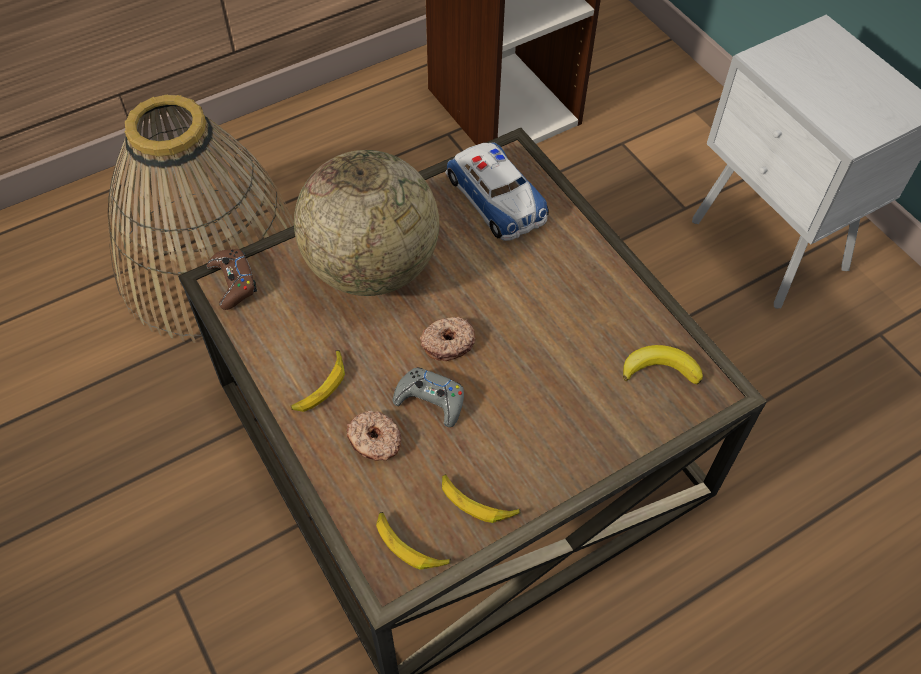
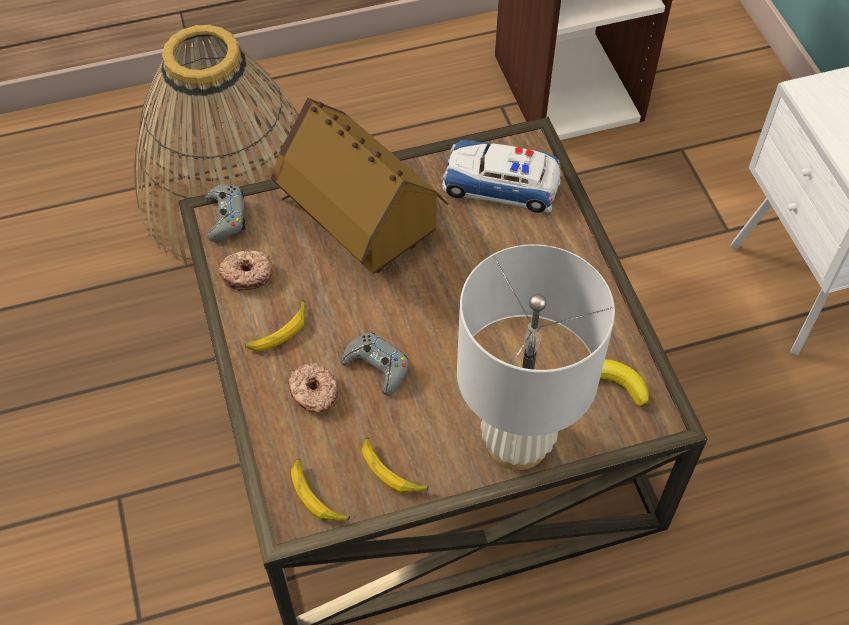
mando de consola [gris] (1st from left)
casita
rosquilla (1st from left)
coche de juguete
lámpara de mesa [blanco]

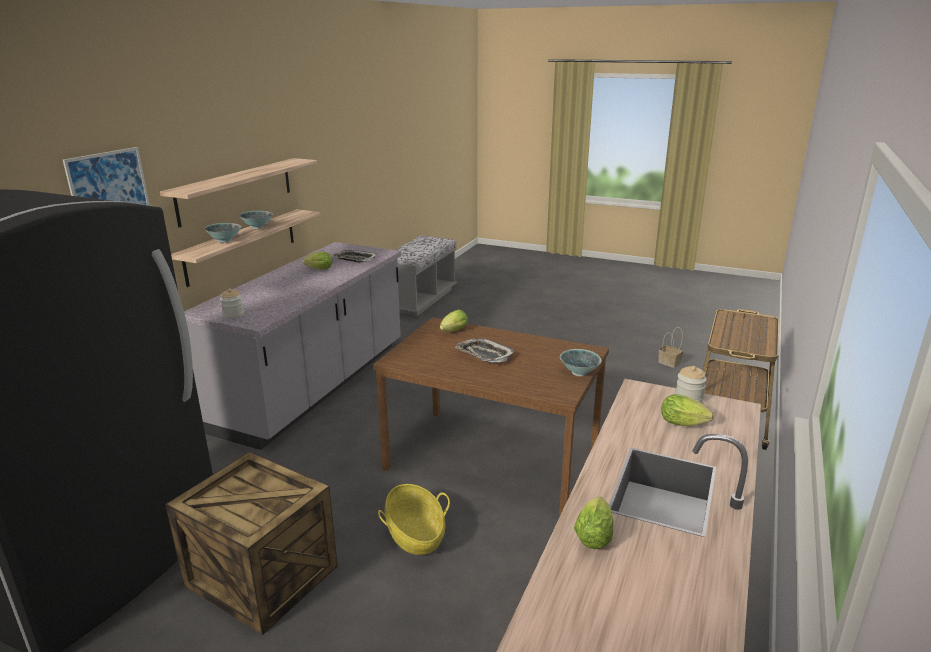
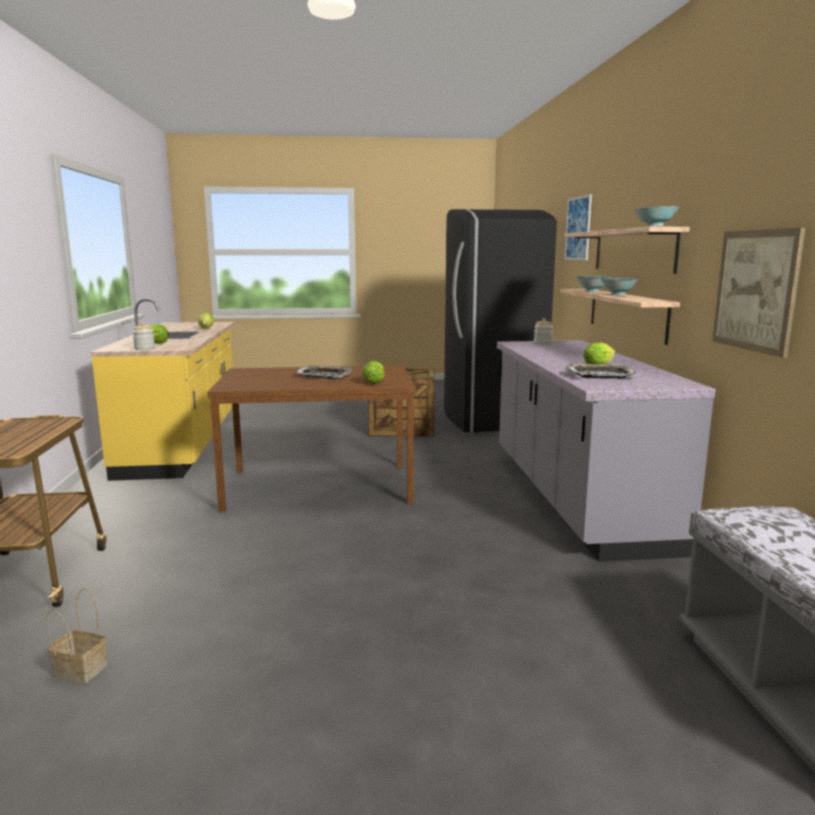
cesta (1st from left in the first image)
cuenco (3rd from left)
cuadro (2nd from left)

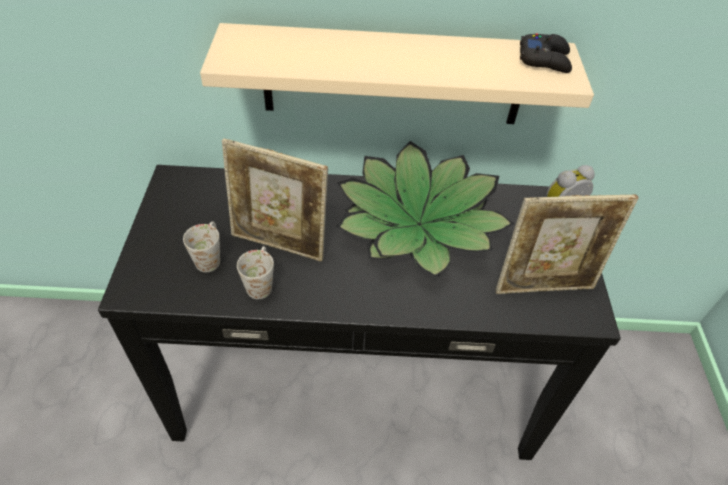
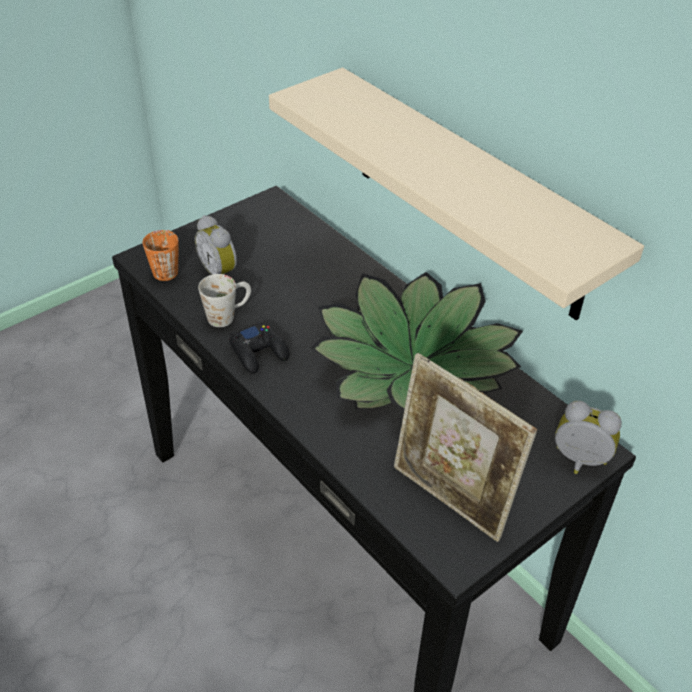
despertador (1st from left)
portarretratos (1st from left in the first image)
mando de consola [negro]
taza grande [naranja]

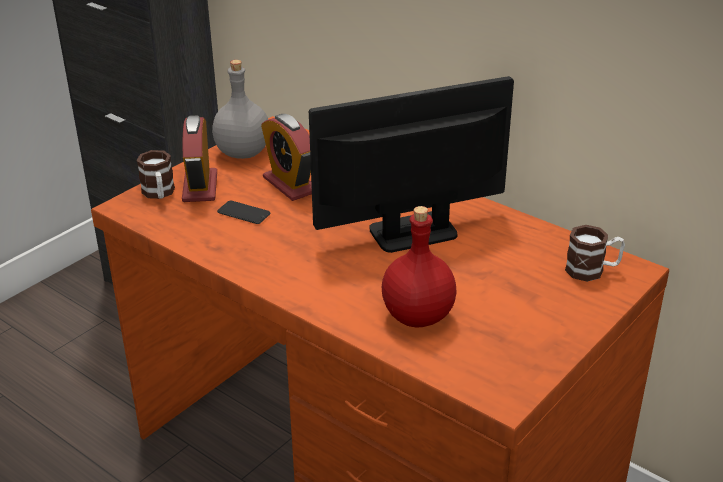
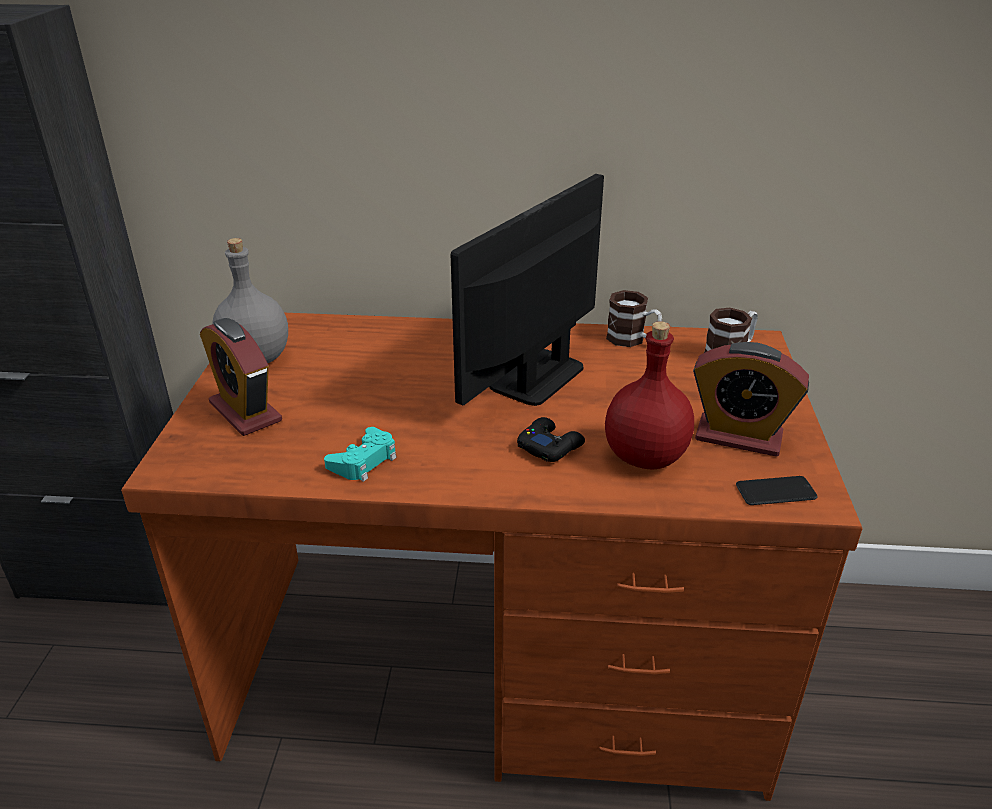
taza grande (1st from left)
móvil
despertador (2nd from left)
mando de consola [turquesa]
mando de consola [negro]

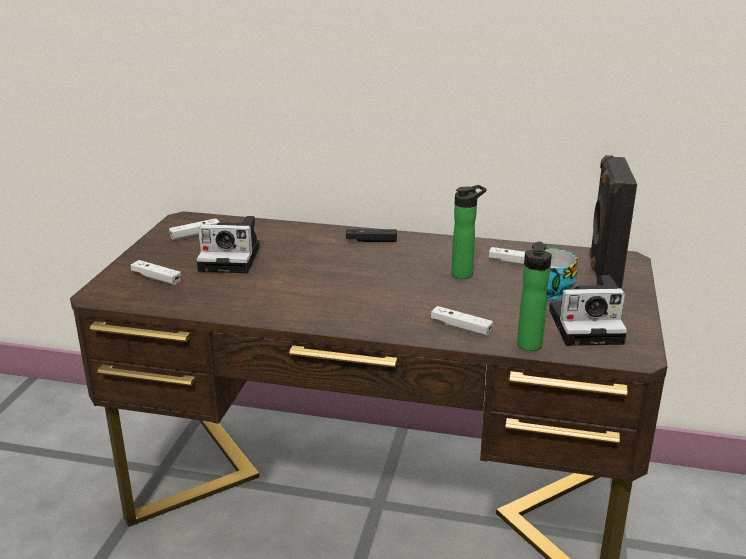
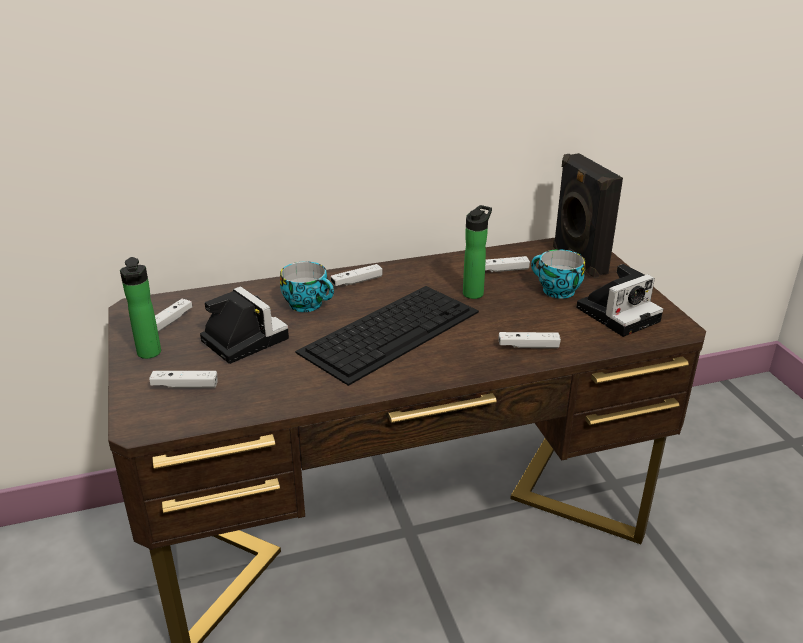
cámara (1st from left)
mando de consola [blanco] (3rd from left)
botella (1st from left)
taza (1st from left)
teclado

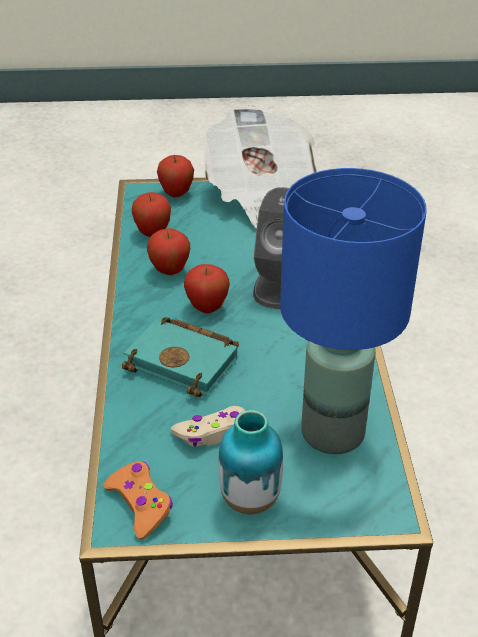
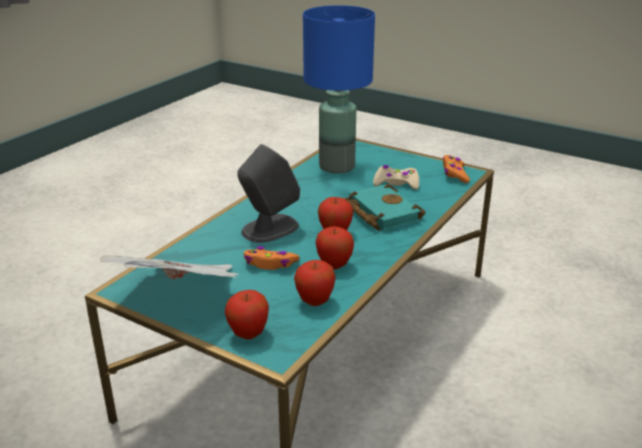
florero
mando de consola [naranja] (1st from left)

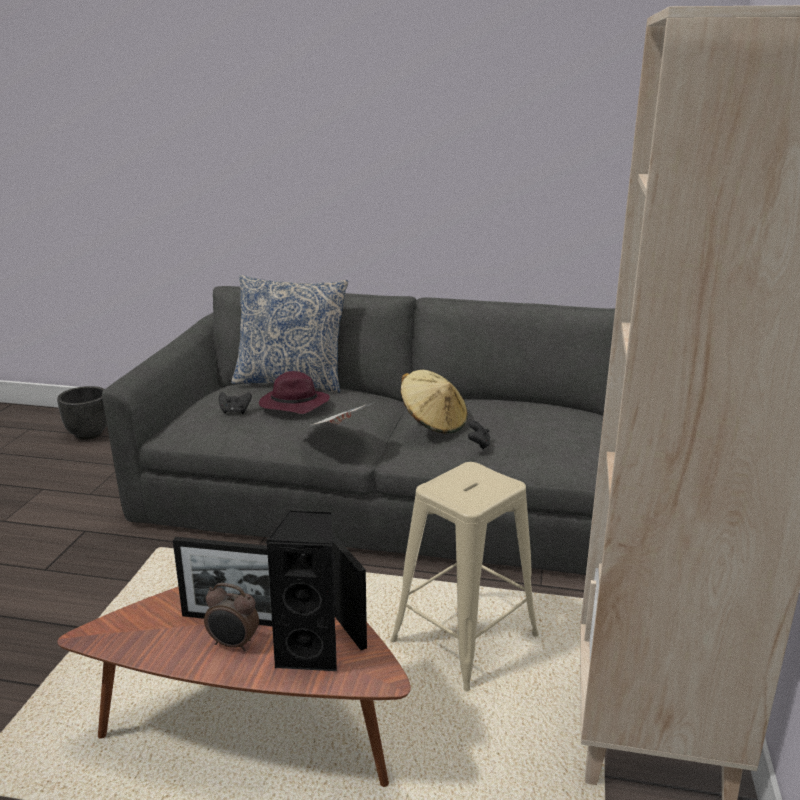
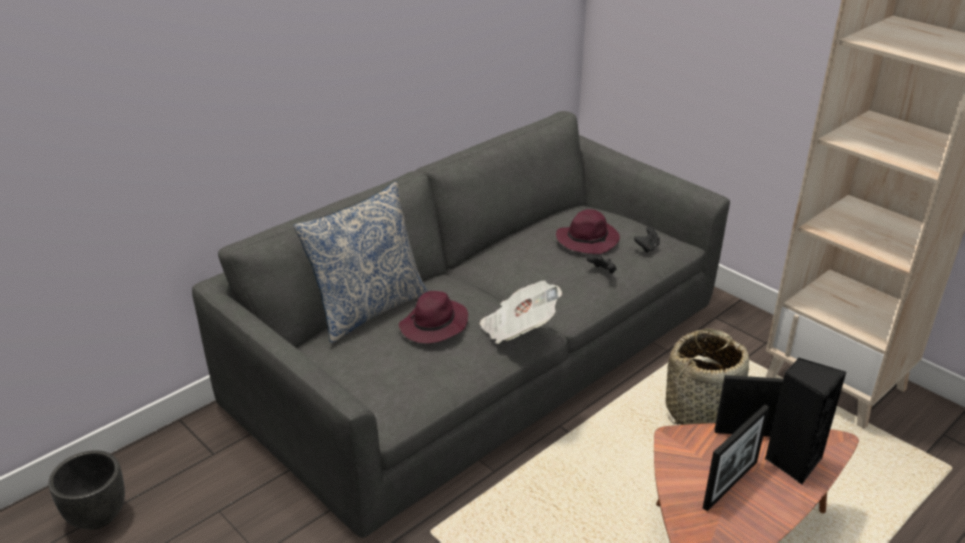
despertador
mando de consola [negro] (2nd from left)
cesta
sombrero [beis]
sombrero [morado] (2nd from left)

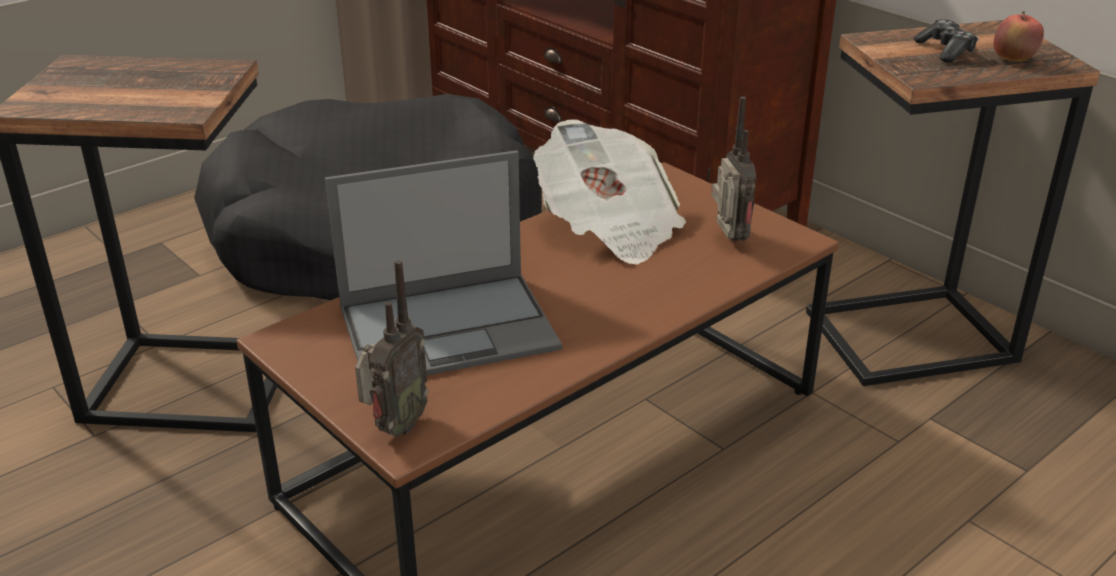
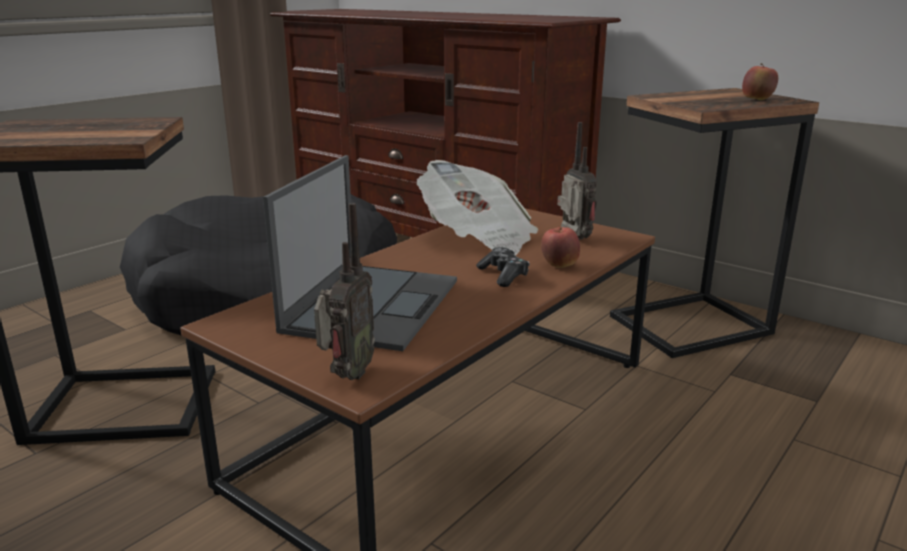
portátil
mando de consola
manzana (1st from left)

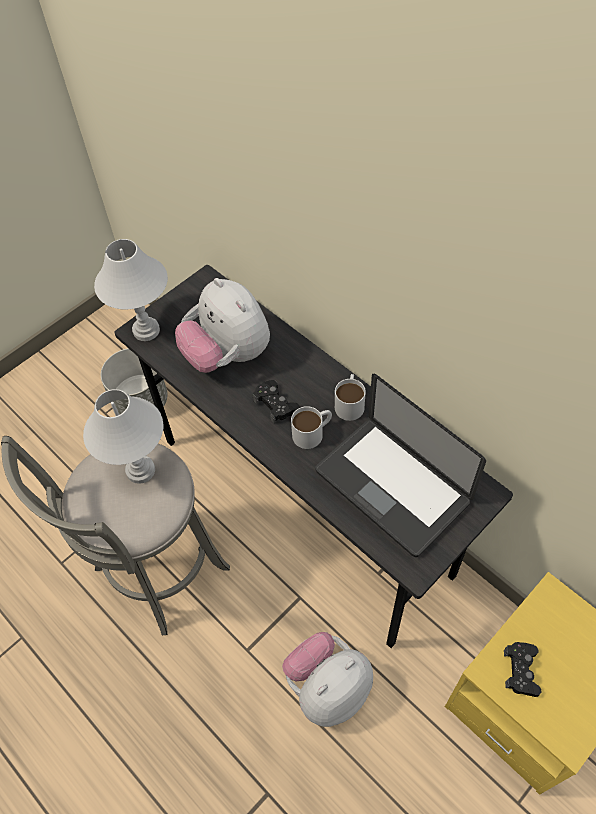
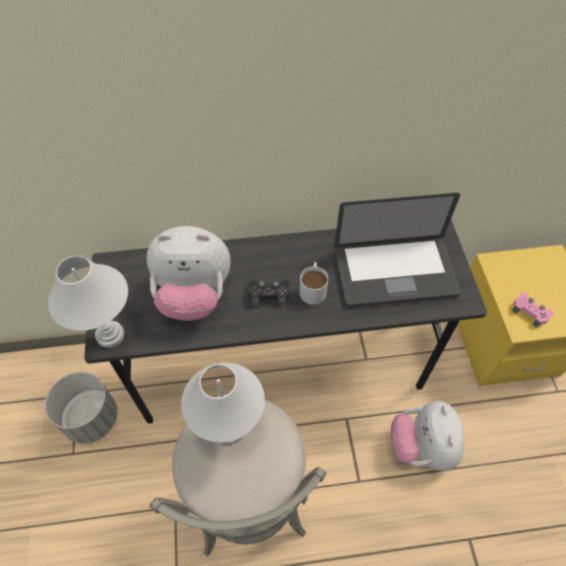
taza grande [blanco] (2nd from left in the first image)
mando de consola [rosa]

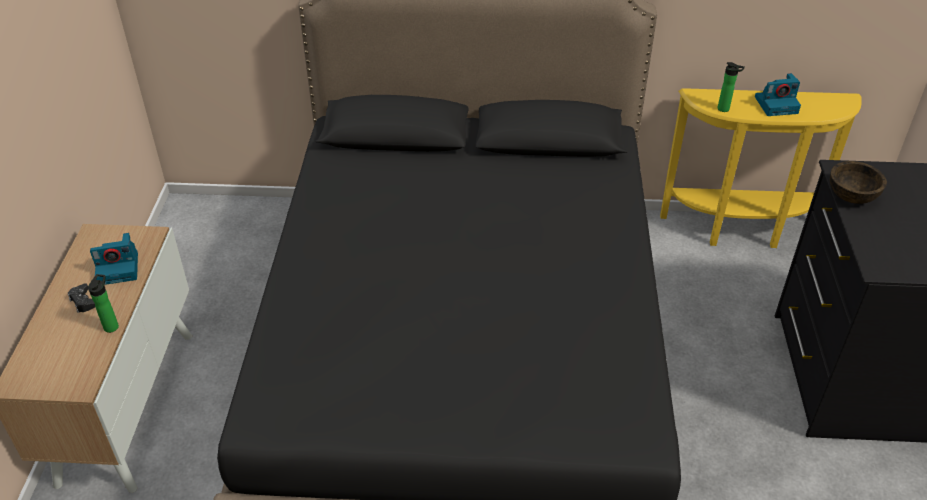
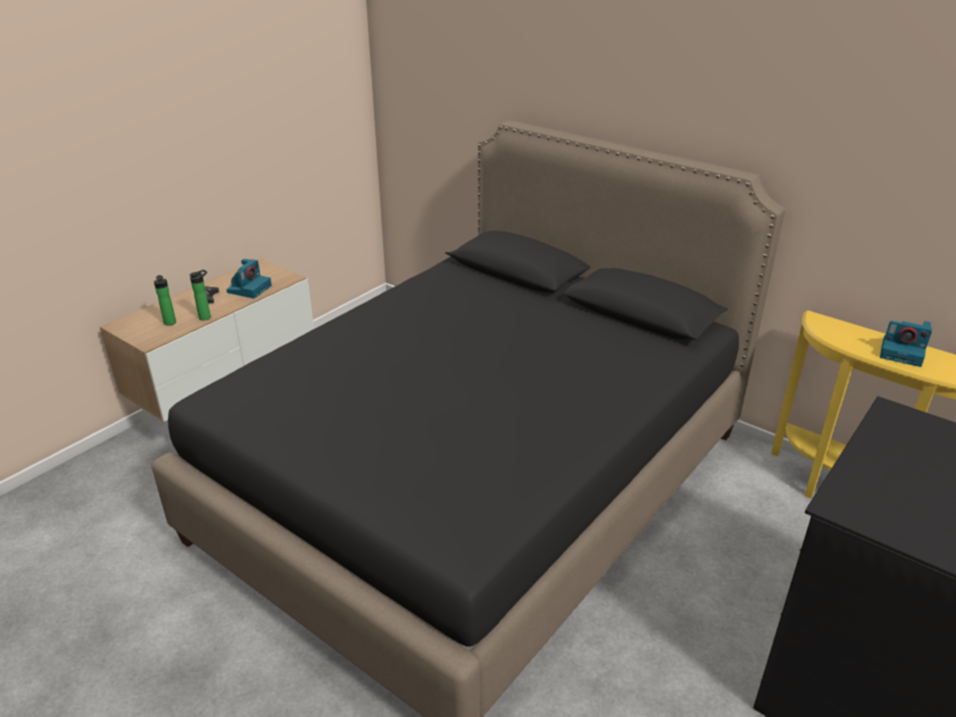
cámara (1st from left)
botella (1st from left)
cuenco [marrón]

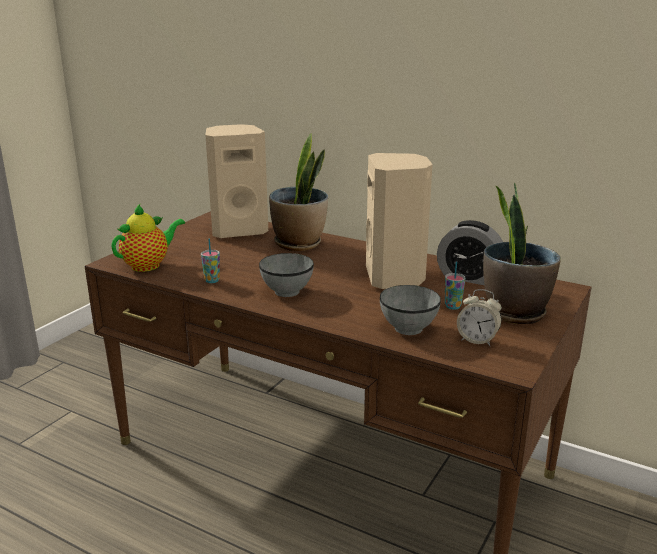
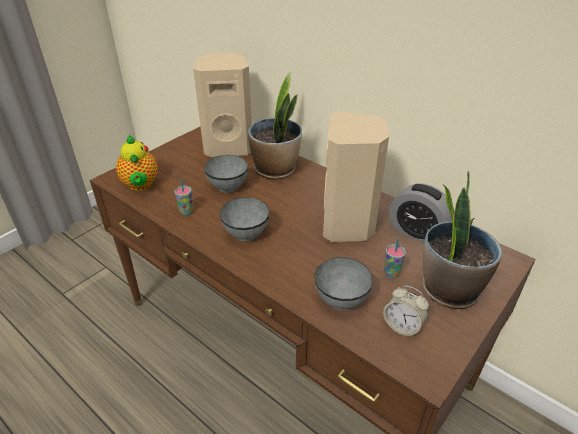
tetera
cuenco [gris] (1st from left)

